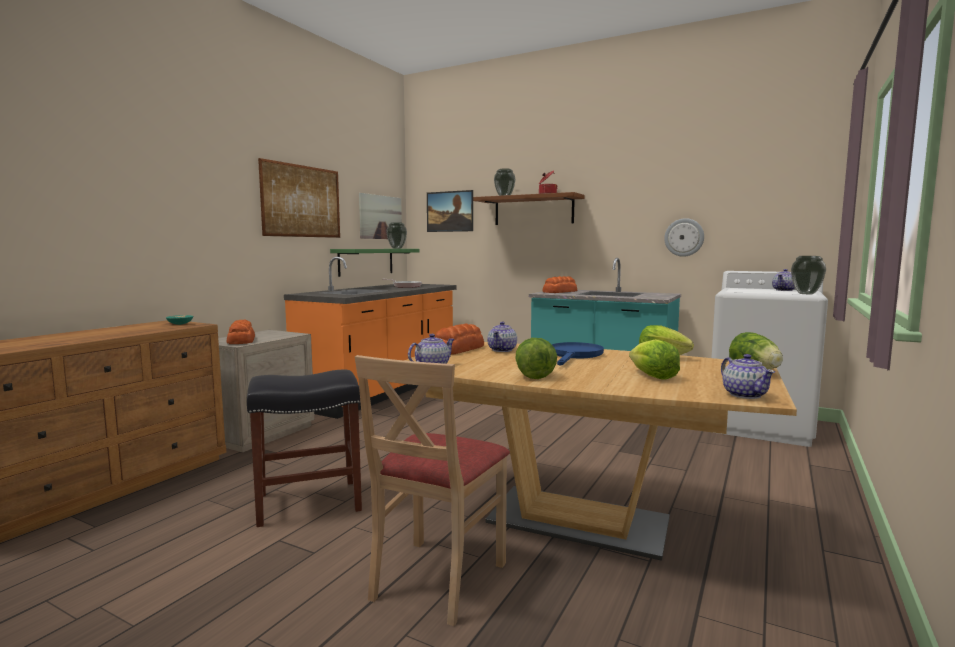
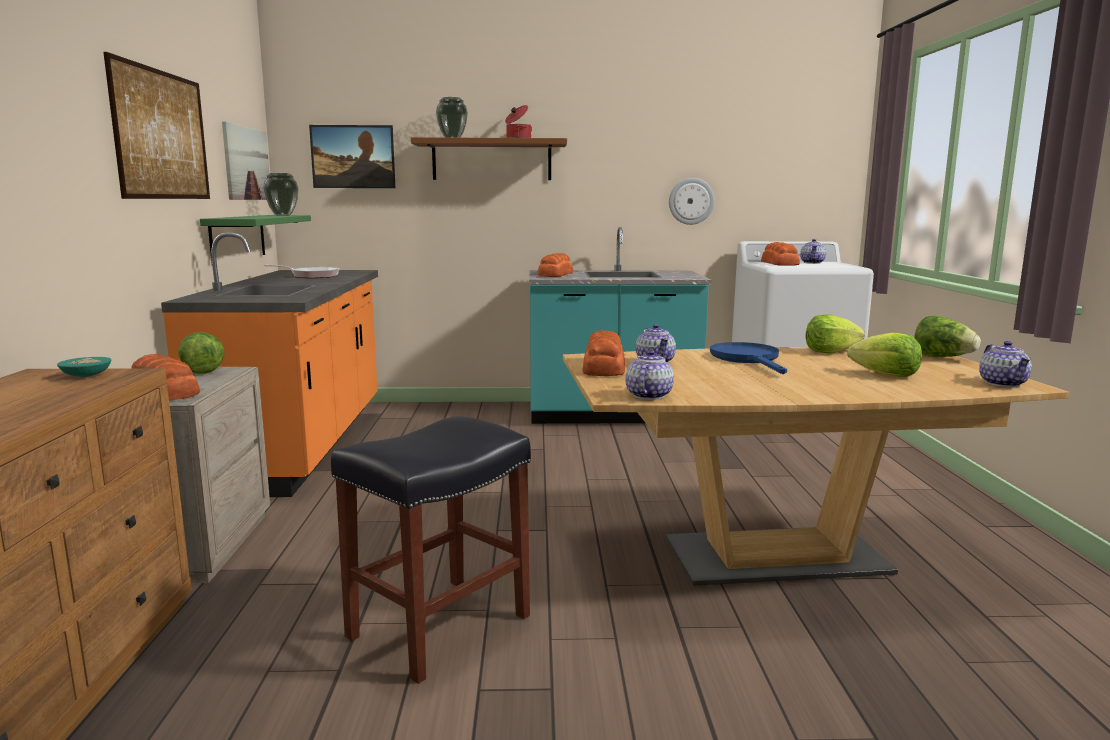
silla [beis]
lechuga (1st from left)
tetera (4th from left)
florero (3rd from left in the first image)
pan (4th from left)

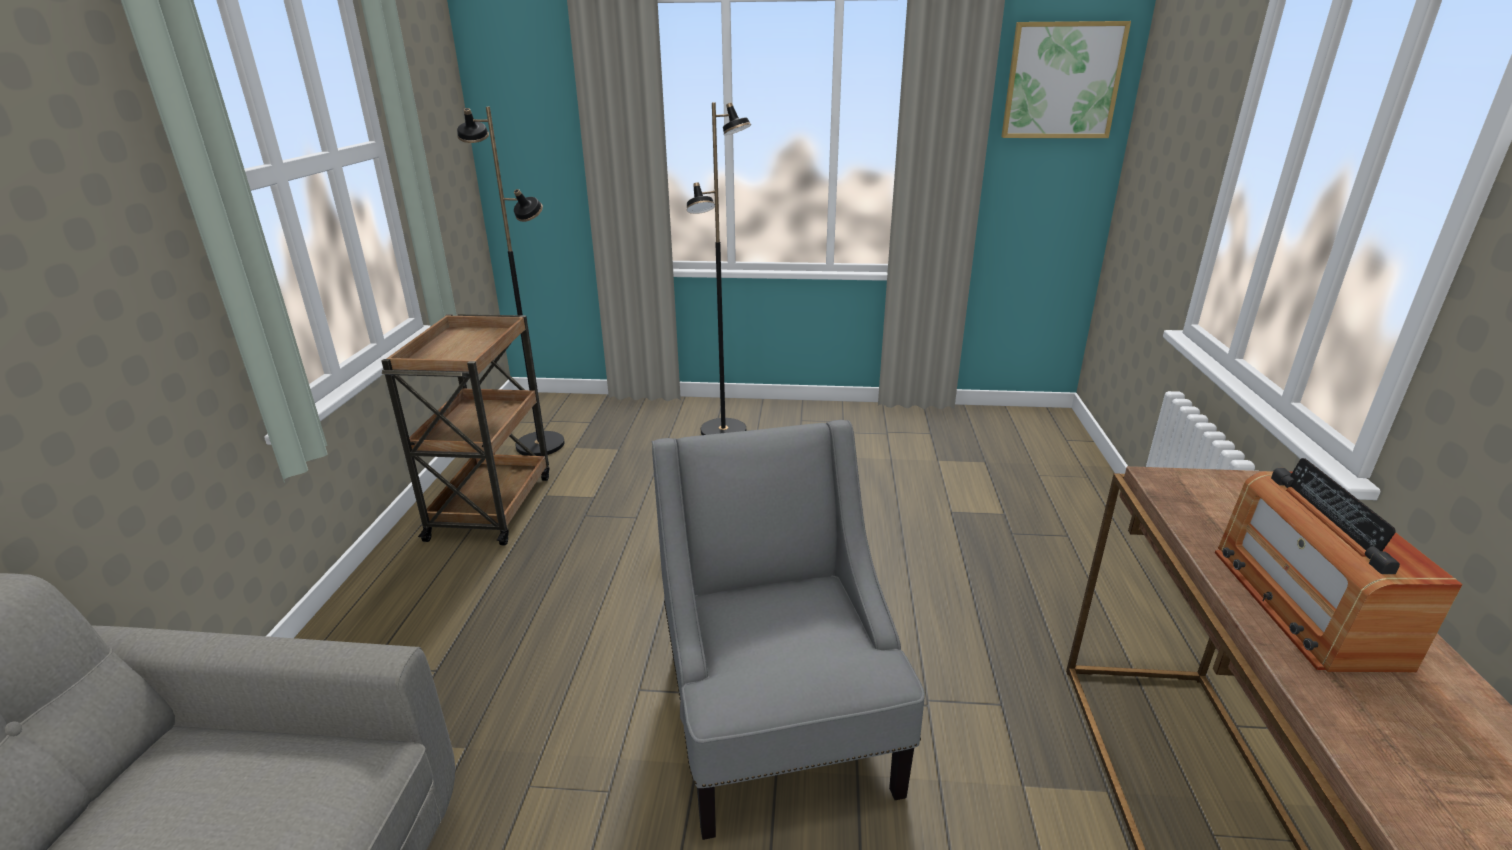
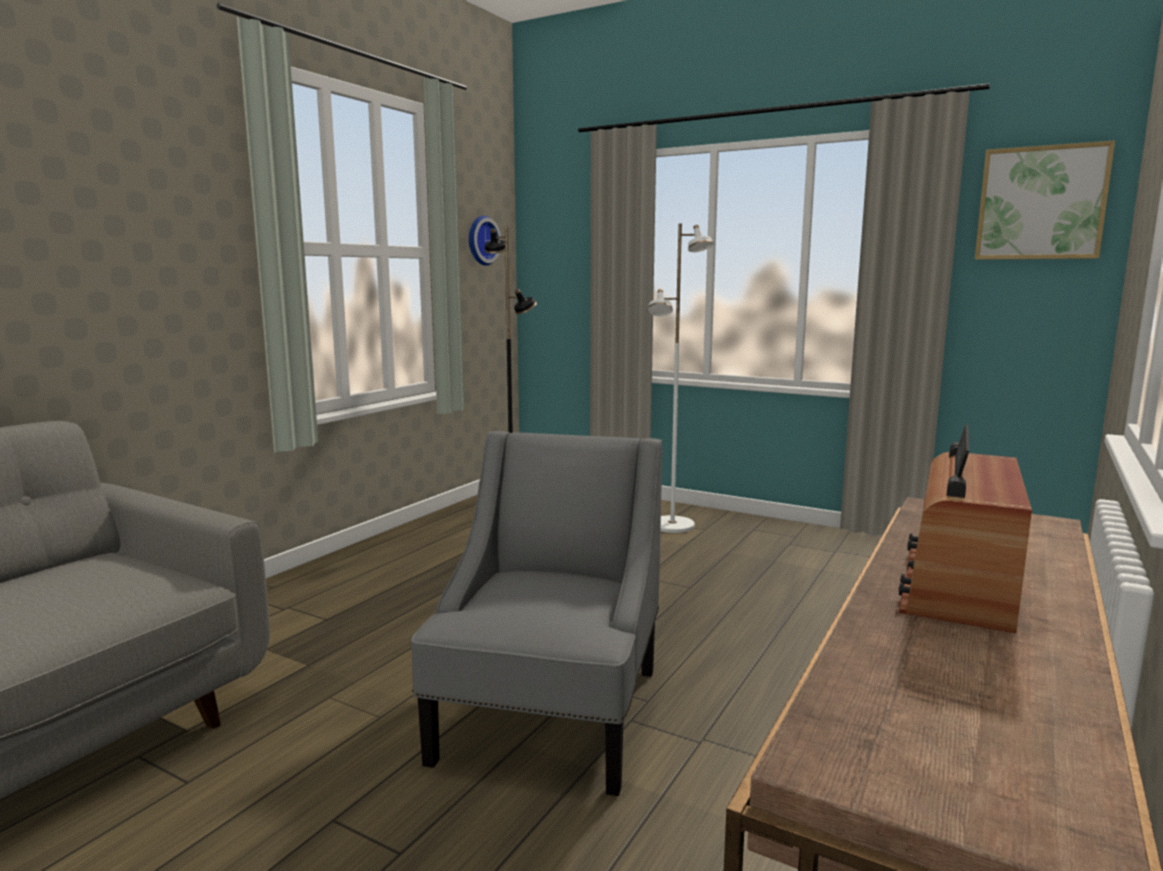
carrito [marrón]
lámpara de pie [blanco]
reloj de pared

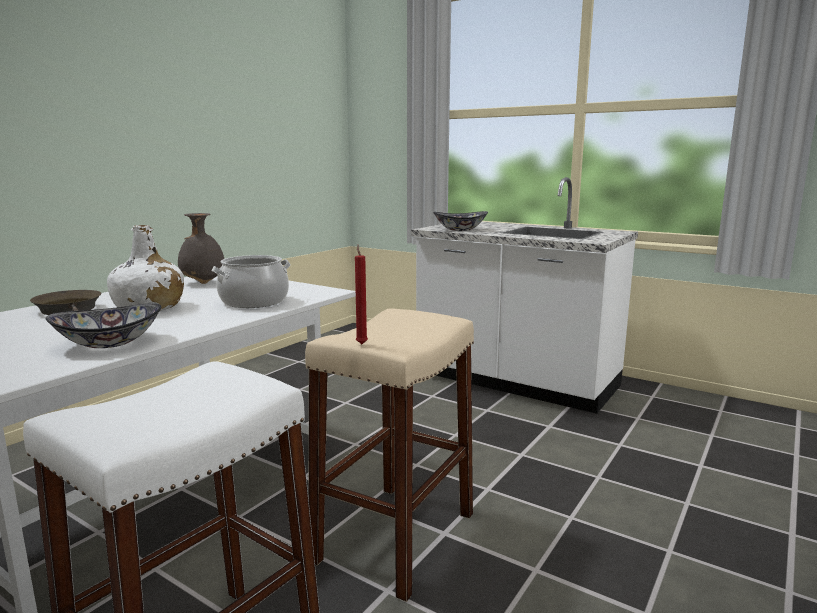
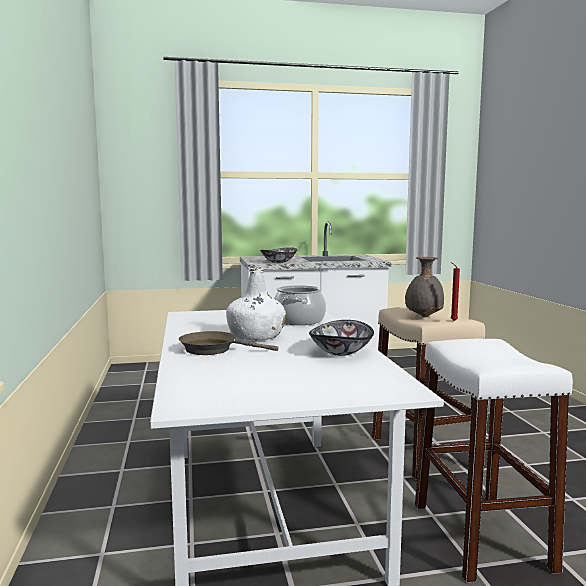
florero [gris]

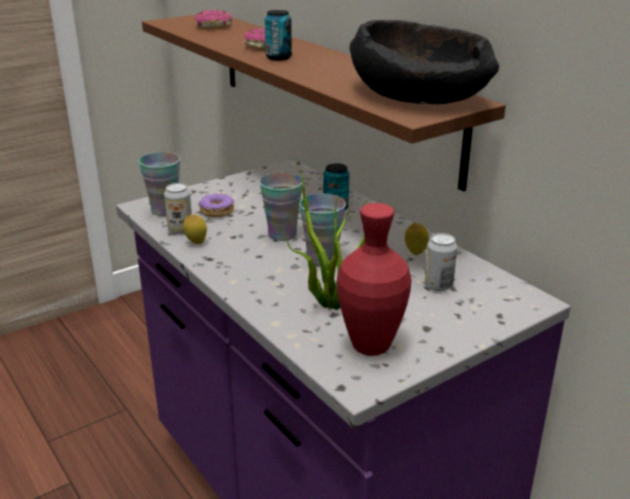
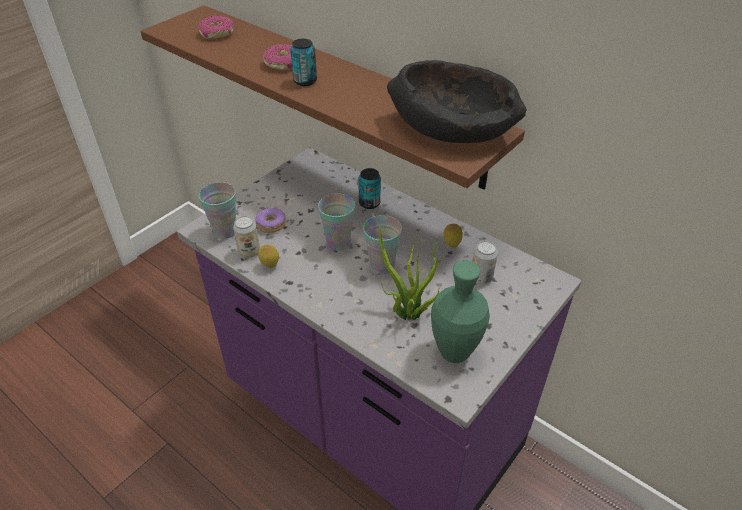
florero [verde]

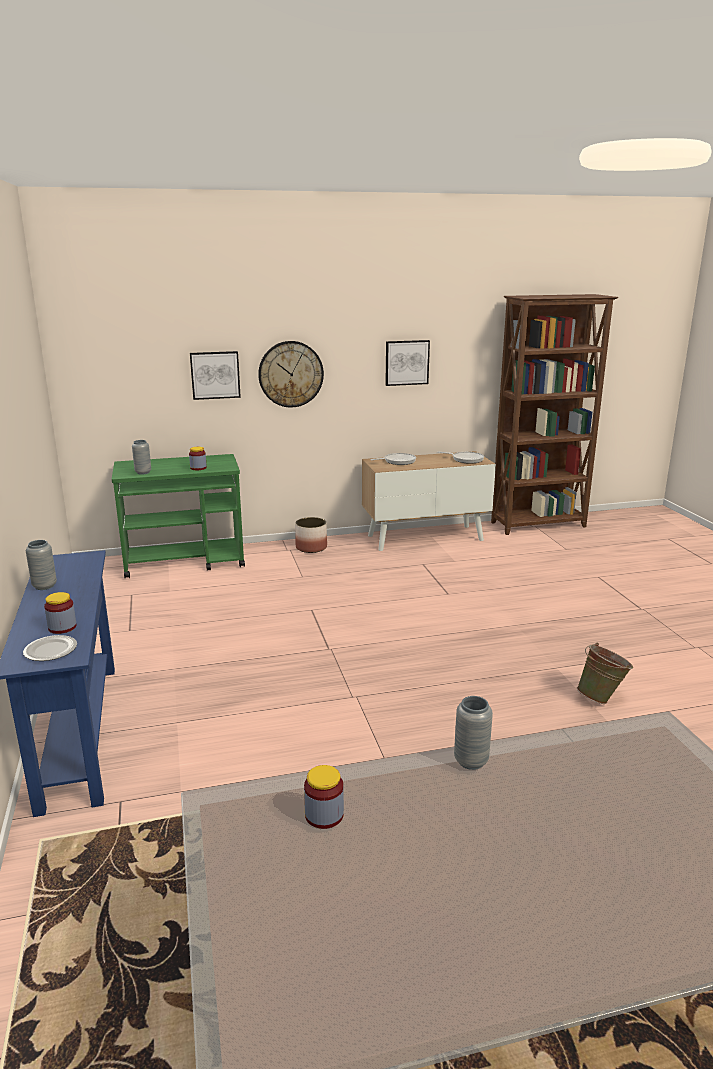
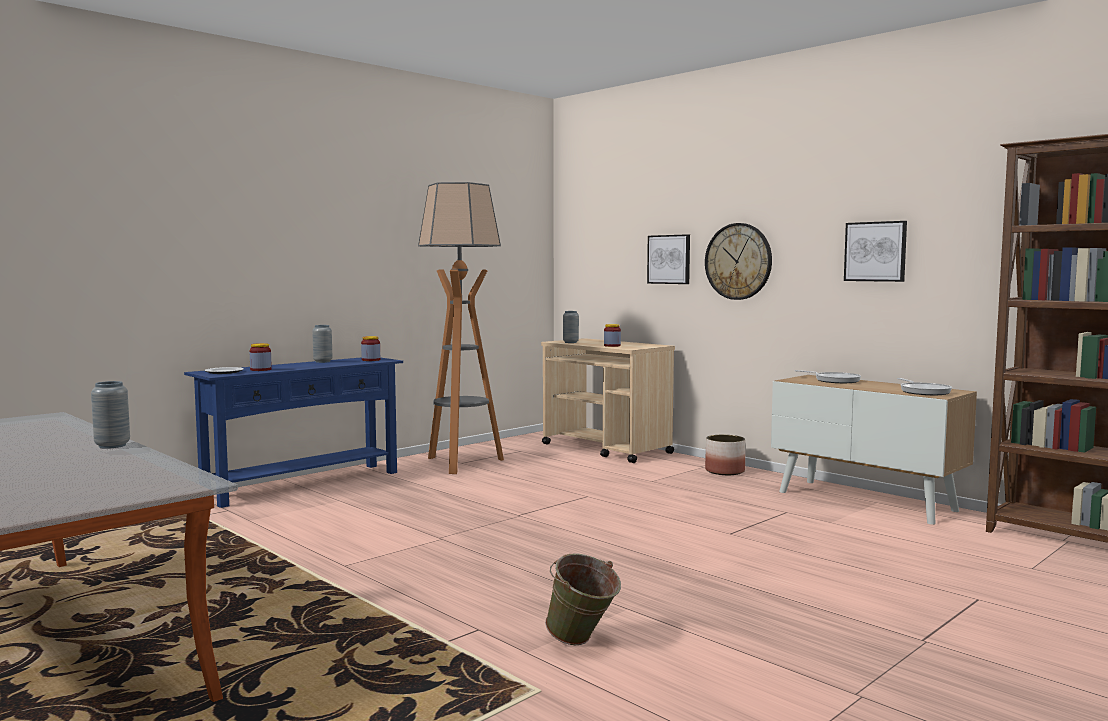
carrito [beis]
tarro (2nd from left)
lámpara de pie

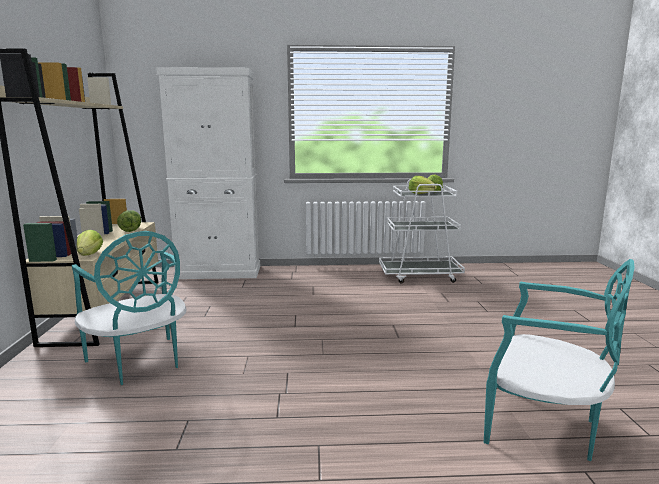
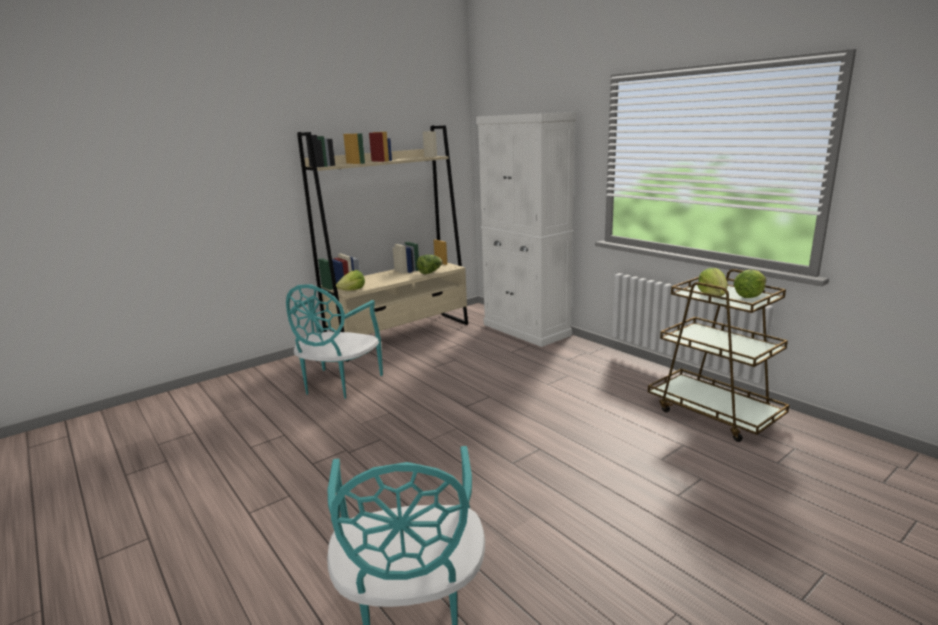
carrito [marrón]

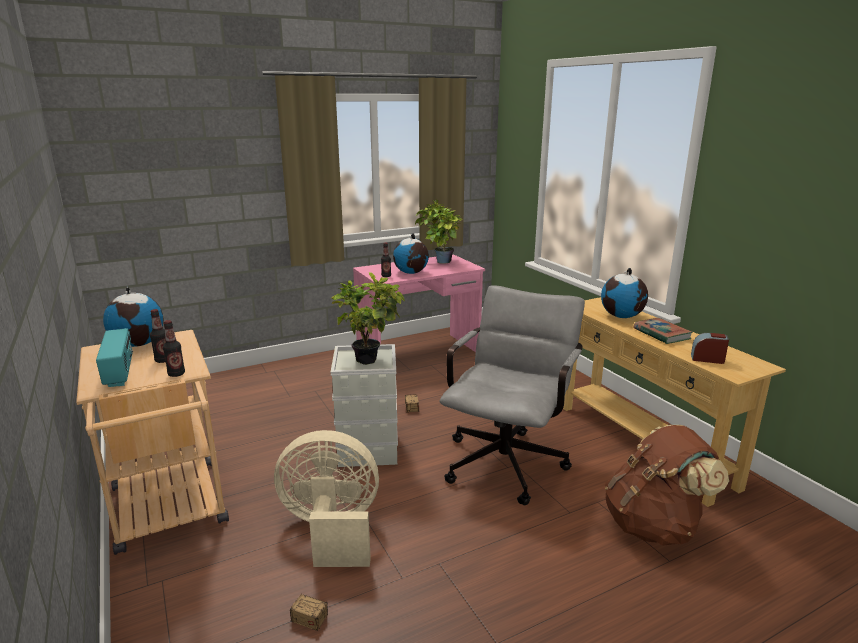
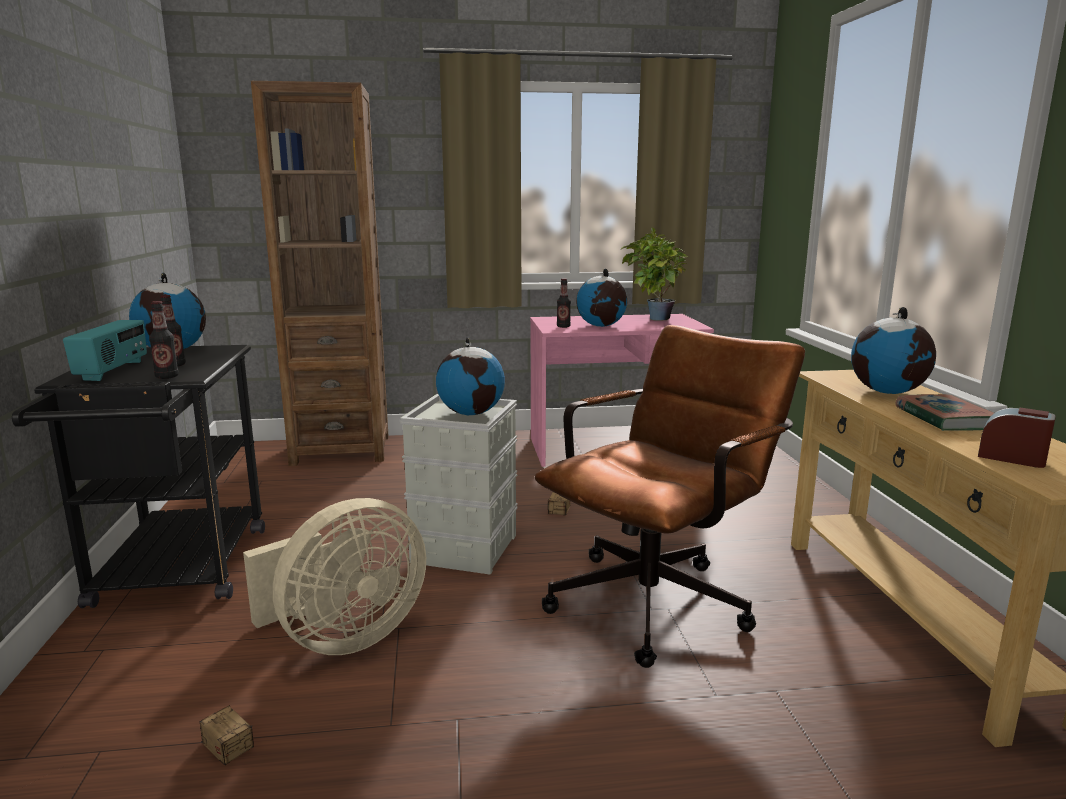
carrito [negro]
ventilador [beis]
globo terráqueo (2nd from left)
silla de oficina [marrón]
mochila [marrón]
estantería [marrón]

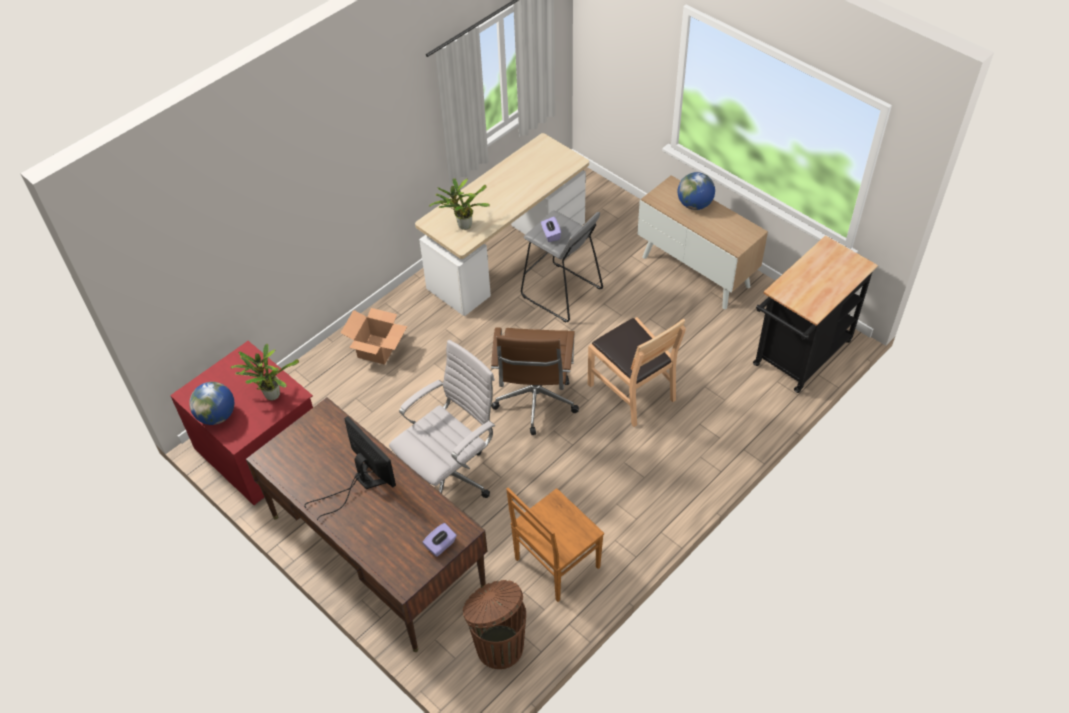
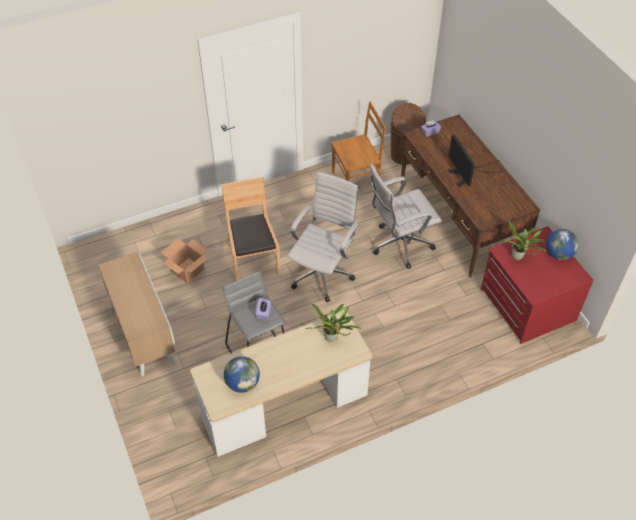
caja de cartón
silla de oficina [blanco] (1st from left)
globo terráqueo (1st from left)
carrito [negro]

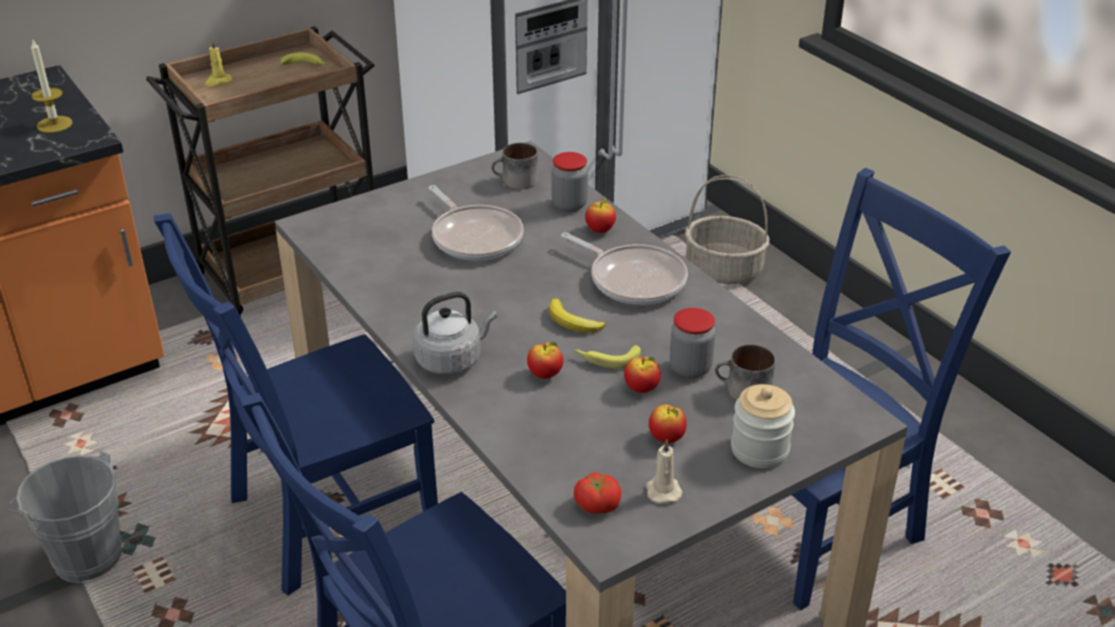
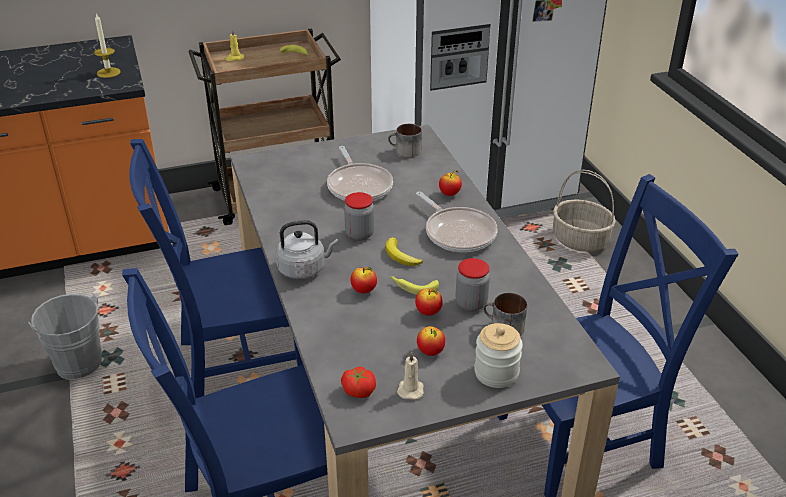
tarro (1st from left)

